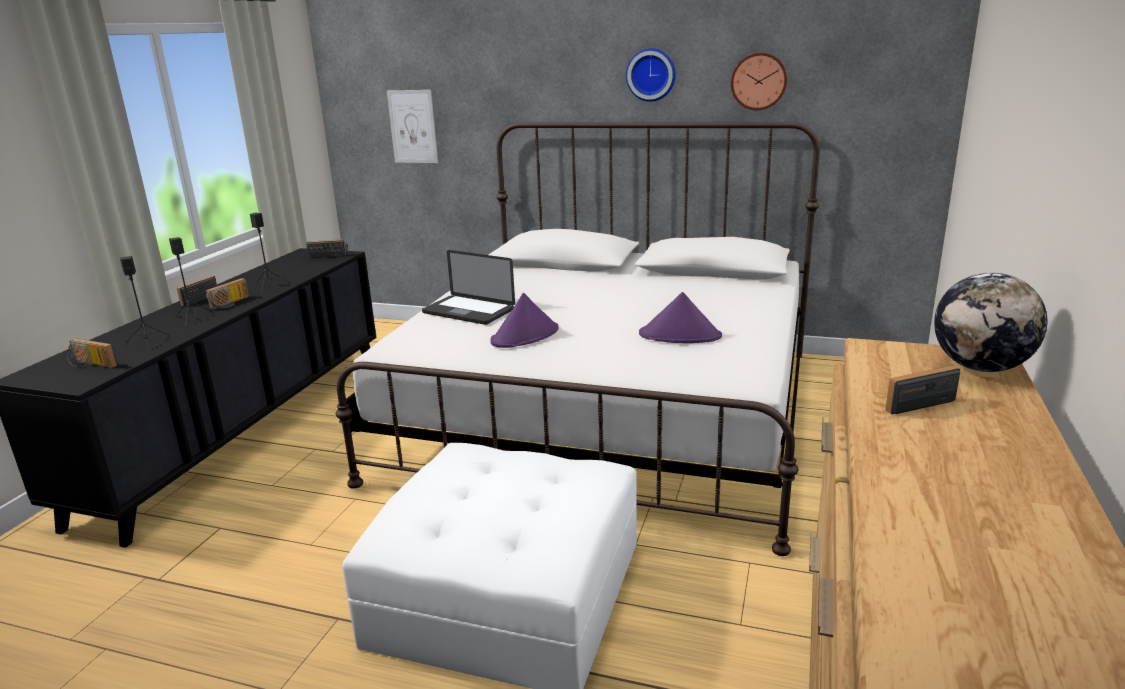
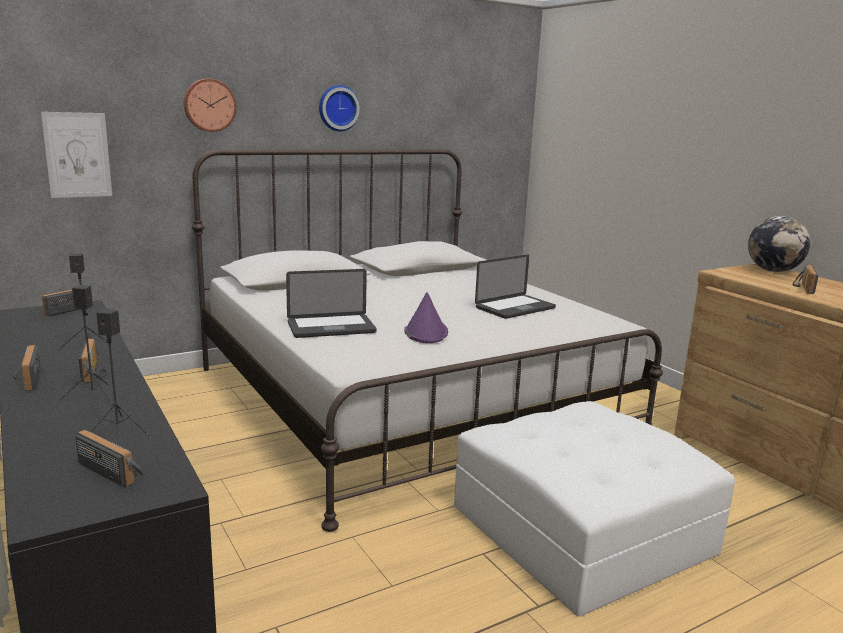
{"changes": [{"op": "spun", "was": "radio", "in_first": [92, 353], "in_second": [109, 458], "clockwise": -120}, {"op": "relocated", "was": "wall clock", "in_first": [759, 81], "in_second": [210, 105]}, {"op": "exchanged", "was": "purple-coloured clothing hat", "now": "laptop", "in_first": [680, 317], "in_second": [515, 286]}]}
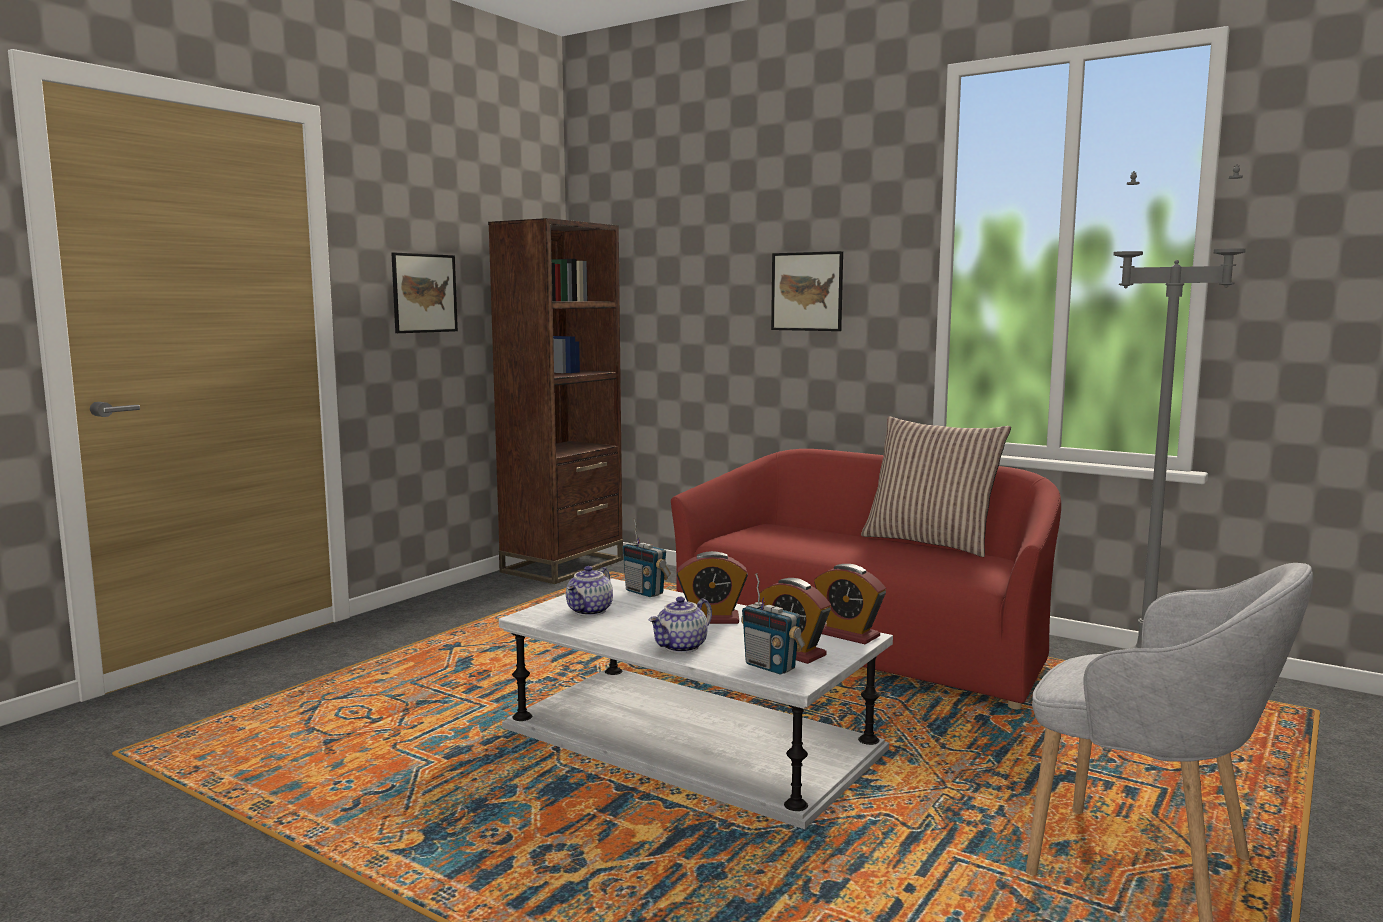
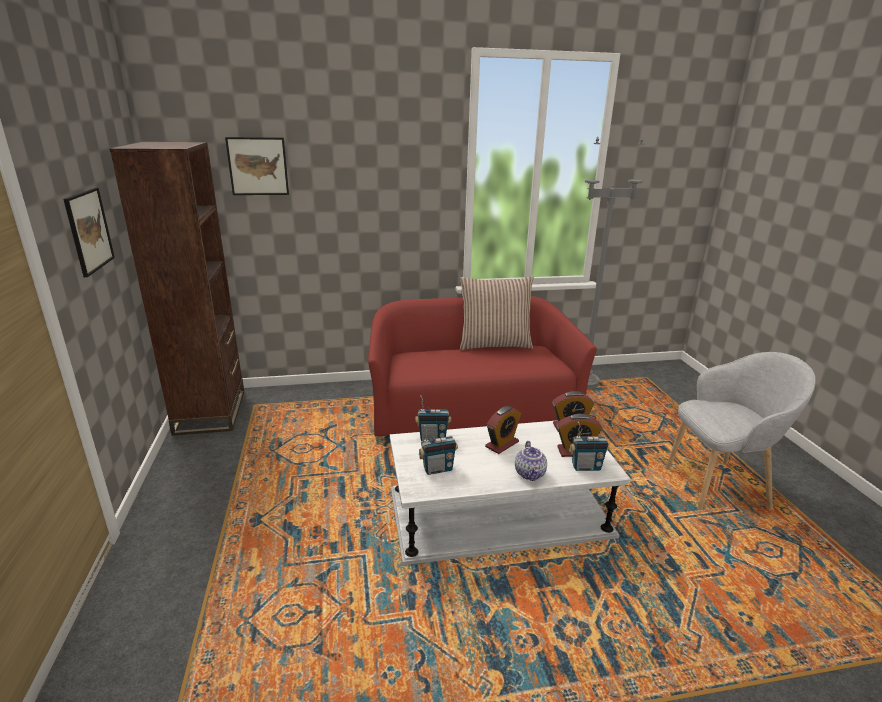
{"changes": [{"op": "relocated", "was": "wall picture", "in_first": [807, 291], "in_second": [257, 166]}, {"op": "exchanged", "was": "pot for tea", "now": "radio", "in_first": [589, 591], "in_second": [438, 450]}]}
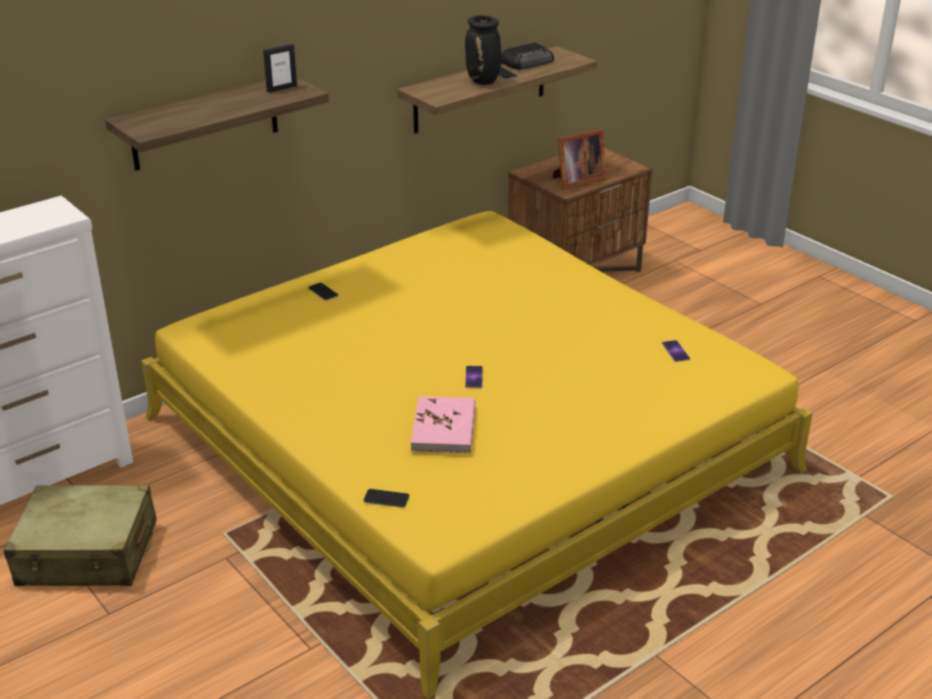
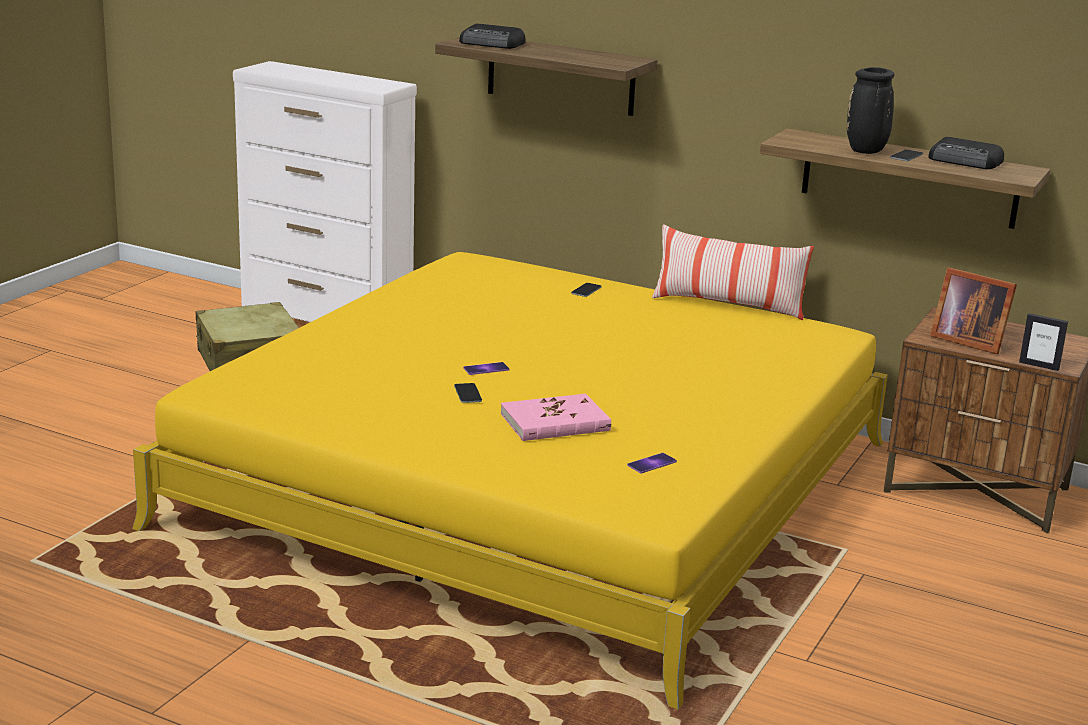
{"changes": [{"op": "relocated", "was": "telephone", "in_first": [386, 498], "in_second": [468, 393]}, {"op": "appeared", "now": "radio", "in_second": [492, 36]}, {"op": "relocated", "was": "pink book", "in_first": [443, 425], "in_second": [556, 417]}, {"op": "appeared", "now": "throw pillow", "in_second": [733, 272]}, {"op": "relocated", "was": "picture frame", "in_first": [280, 68], "in_second": [1043, 342]}]}
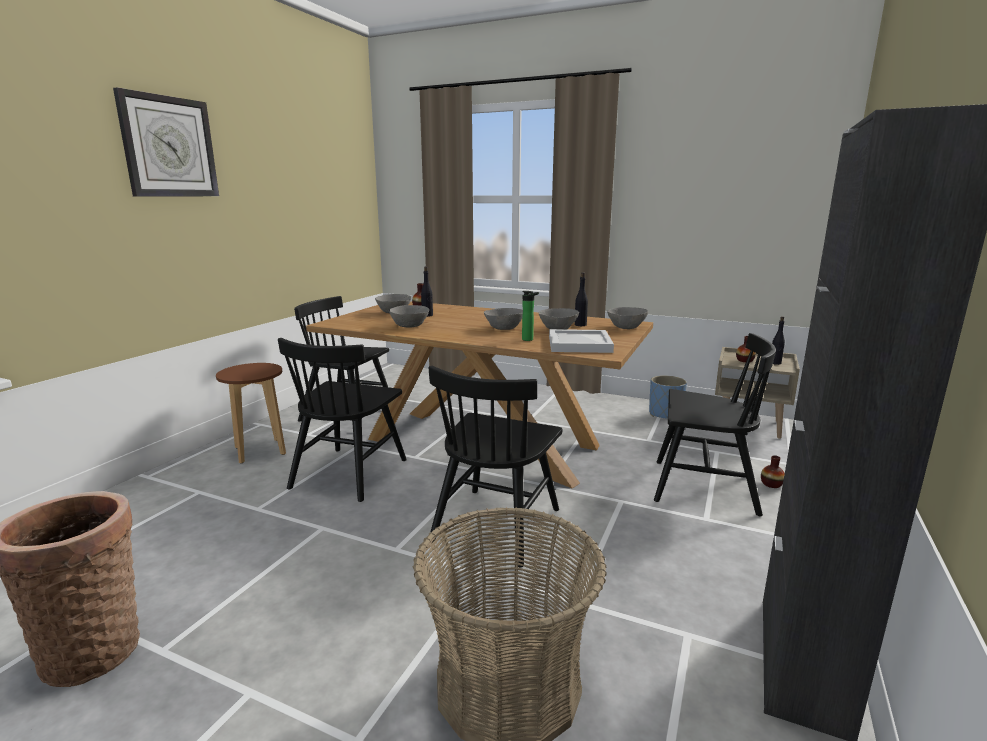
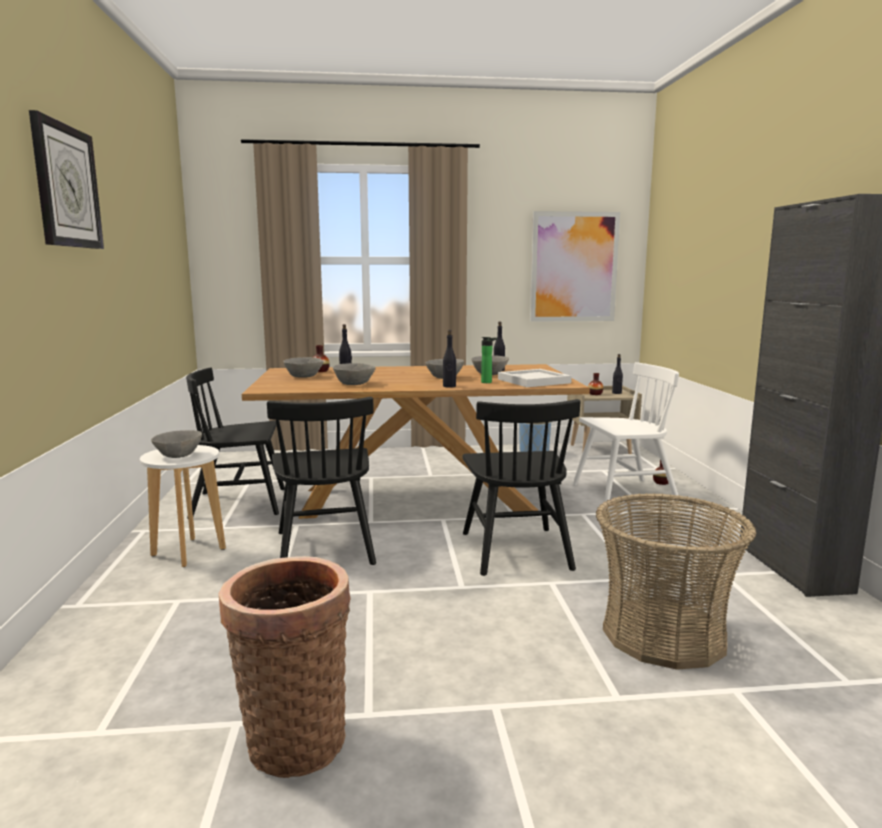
{"changes": [{"op": "colour", "was": "brown-coloured stool", "now": "white stool", "in_first": [251, 413], "in_second": [183, 506]}, {"op": "relocated", "was": "gray serving bowl", "in_first": [627, 318], "in_second": [176, 444]}, {"op": "appeared", "now": "black beverage bottle", "in_second": [449, 359]}, {"op": "appeared", "now": "wall picture", "in_second": [575, 266]}, {"op": "colour", "was": "black upright chair", "now": "white upright chair", "in_first": [715, 424], "in_second": [626, 435]}]}
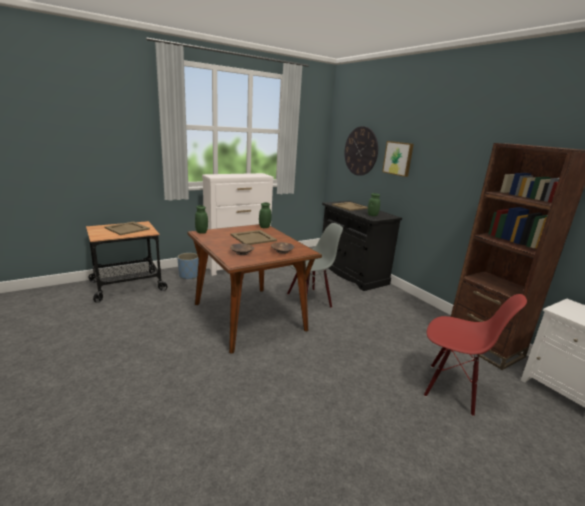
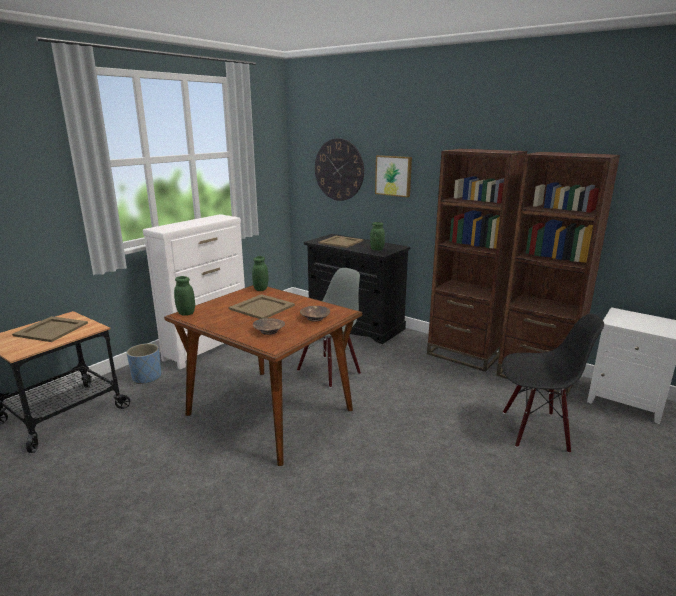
{"changes": [{"op": "appeared", "now": "brown-coloured bookcase", "in_second": [477, 260]}, {"op": "colour", "was": "reddish upright chair", "now": "black upright chair", "in_first": [475, 355], "in_second": [553, 383]}]}
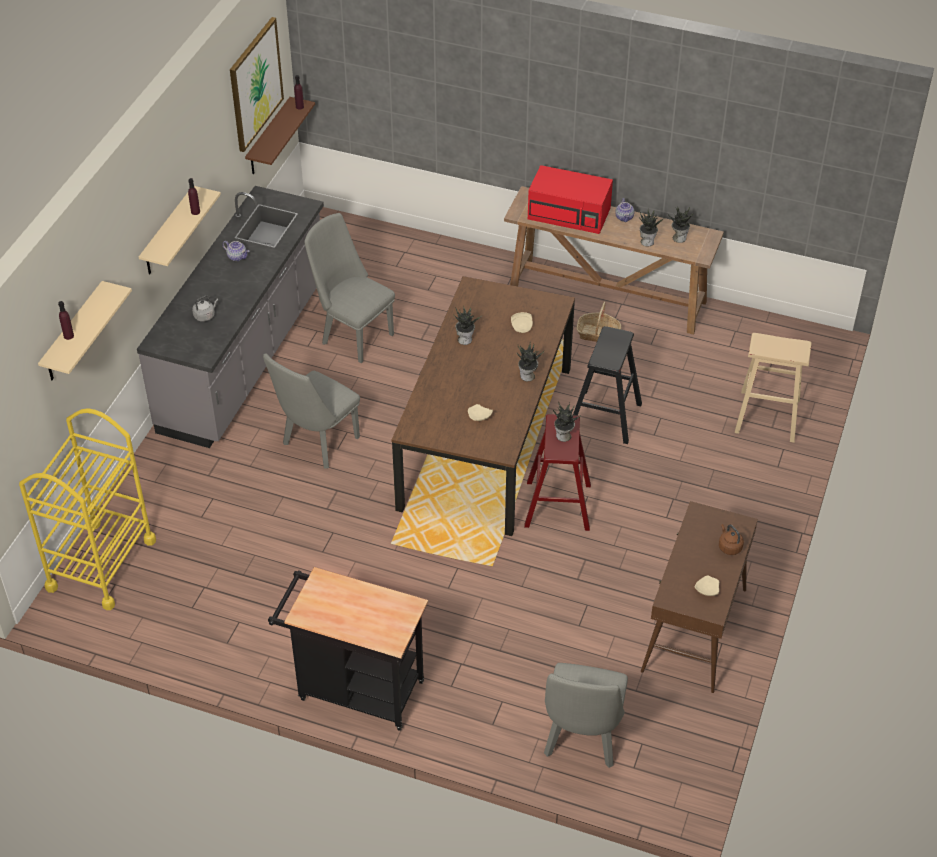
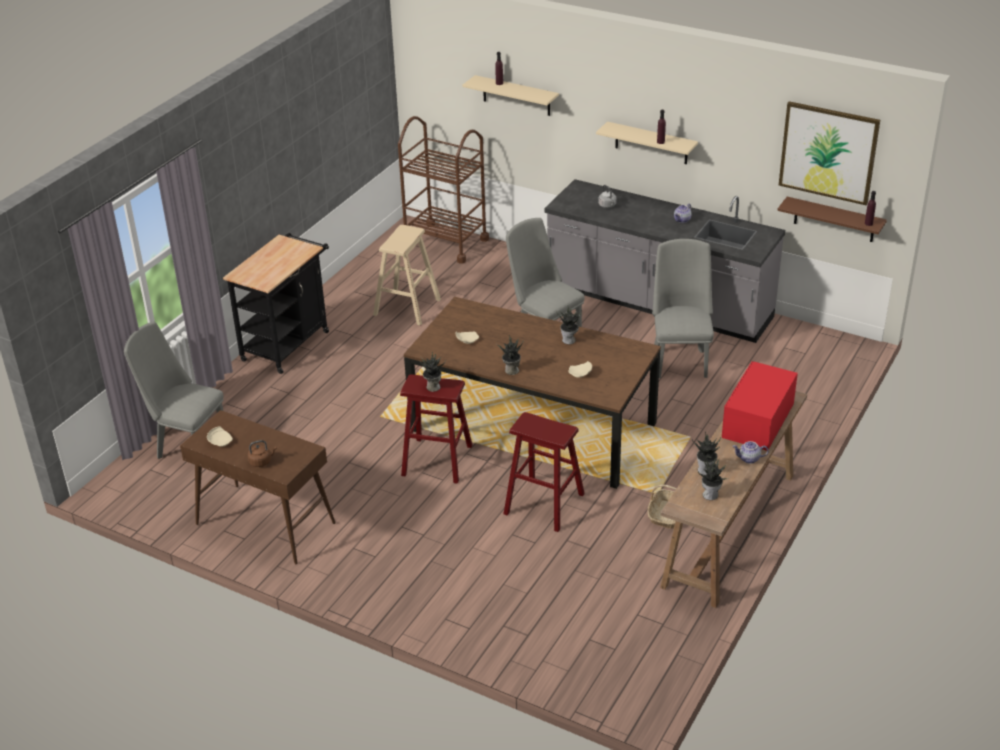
{"changes": [{"op": "relocated", "was": "beige-coloured stool", "in_first": [773, 388], "in_second": [407, 275]}, {"op": "colour", "was": "yellowish wheeled cart", "now": "brown-coloured wheeled cart", "in_first": [87, 509], "in_second": [443, 190]}, {"op": "colour", "was": "black stool", "now": "reddish stool", "in_first": [607, 385], "in_second": [544, 472]}, {"op": "spun", "was": "gray upright chair", "in_first": [349, 288], "in_second": [683, 308], "clockwise": -45}]}
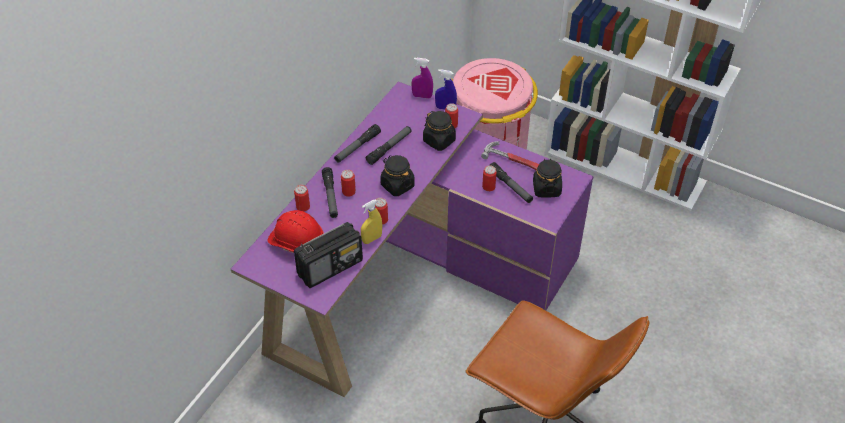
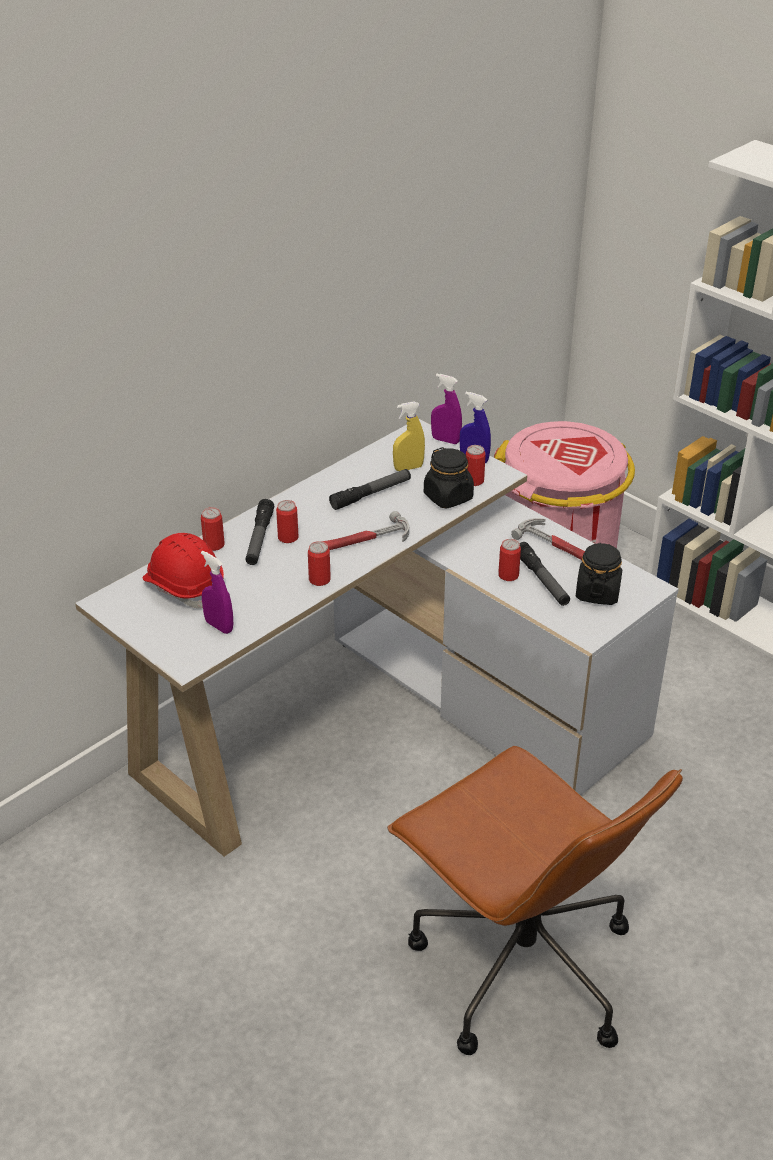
{"changes": [{"op": "colour", "was": "purple-coloured desk table", "now": "white desk table", "in_first": [412, 239], "in_second": [377, 637]}, {"op": "exchanged", "was": "radio", "now": "purple-coloured hand sprayer", "in_first": [328, 255], "in_second": [217, 592]}, {"op": "exchanged", "was": "black jar", "now": "hand hammer", "in_first": [397, 175], "in_second": [365, 530]}, {"op": "relocated", "was": "yellowish hand sprayer", "in_first": [371, 222], "in_second": [409, 436]}, {"op": "missing", "was": "hand torch", "in_first": [357, 143]}]}
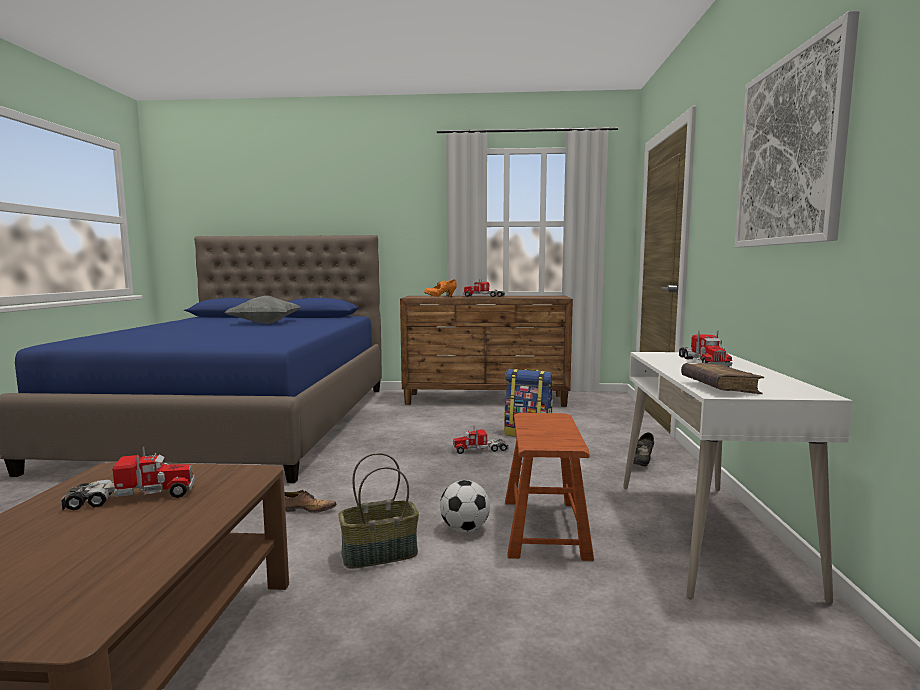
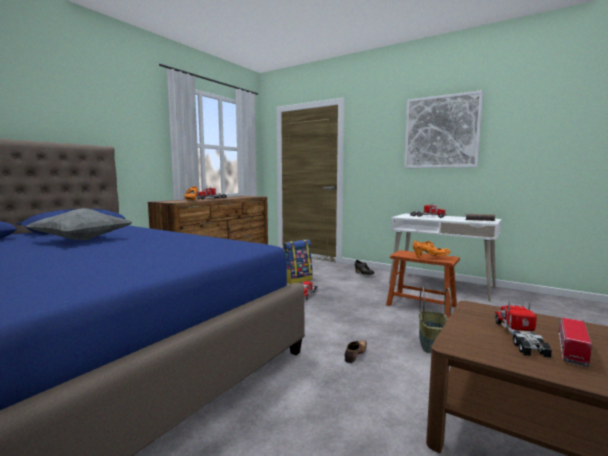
{"changes": [{"op": "appeared", "now": "orange-coloured item of footwear", "in_second": [432, 248]}, {"op": "appeared", "now": "model truck", "in_second": [575, 342]}, {"op": "missing", "was": "football ball", "in_first": [465, 506]}]}
